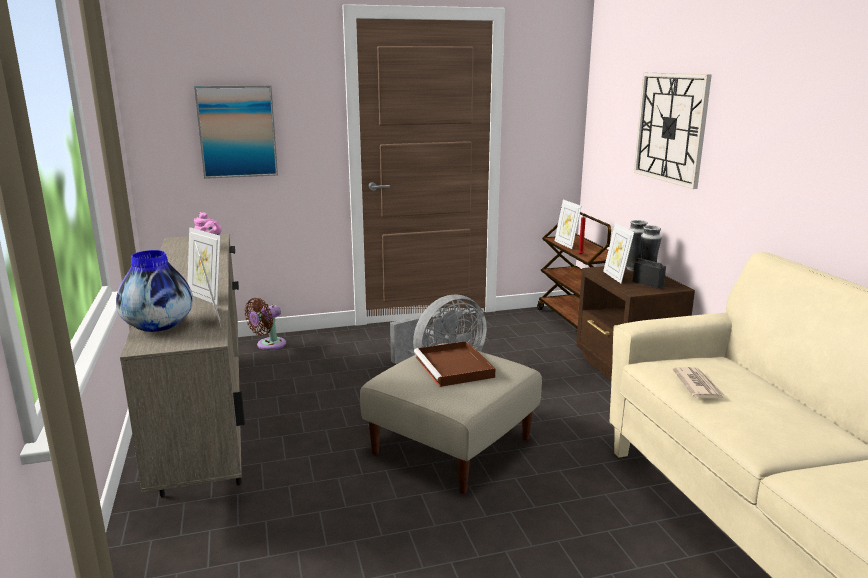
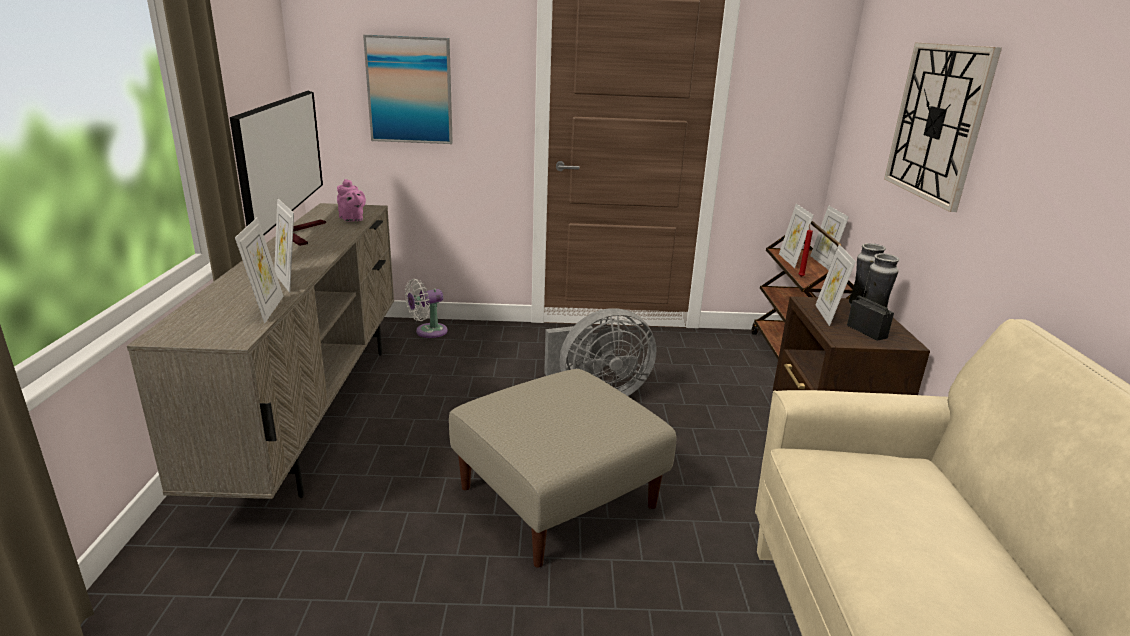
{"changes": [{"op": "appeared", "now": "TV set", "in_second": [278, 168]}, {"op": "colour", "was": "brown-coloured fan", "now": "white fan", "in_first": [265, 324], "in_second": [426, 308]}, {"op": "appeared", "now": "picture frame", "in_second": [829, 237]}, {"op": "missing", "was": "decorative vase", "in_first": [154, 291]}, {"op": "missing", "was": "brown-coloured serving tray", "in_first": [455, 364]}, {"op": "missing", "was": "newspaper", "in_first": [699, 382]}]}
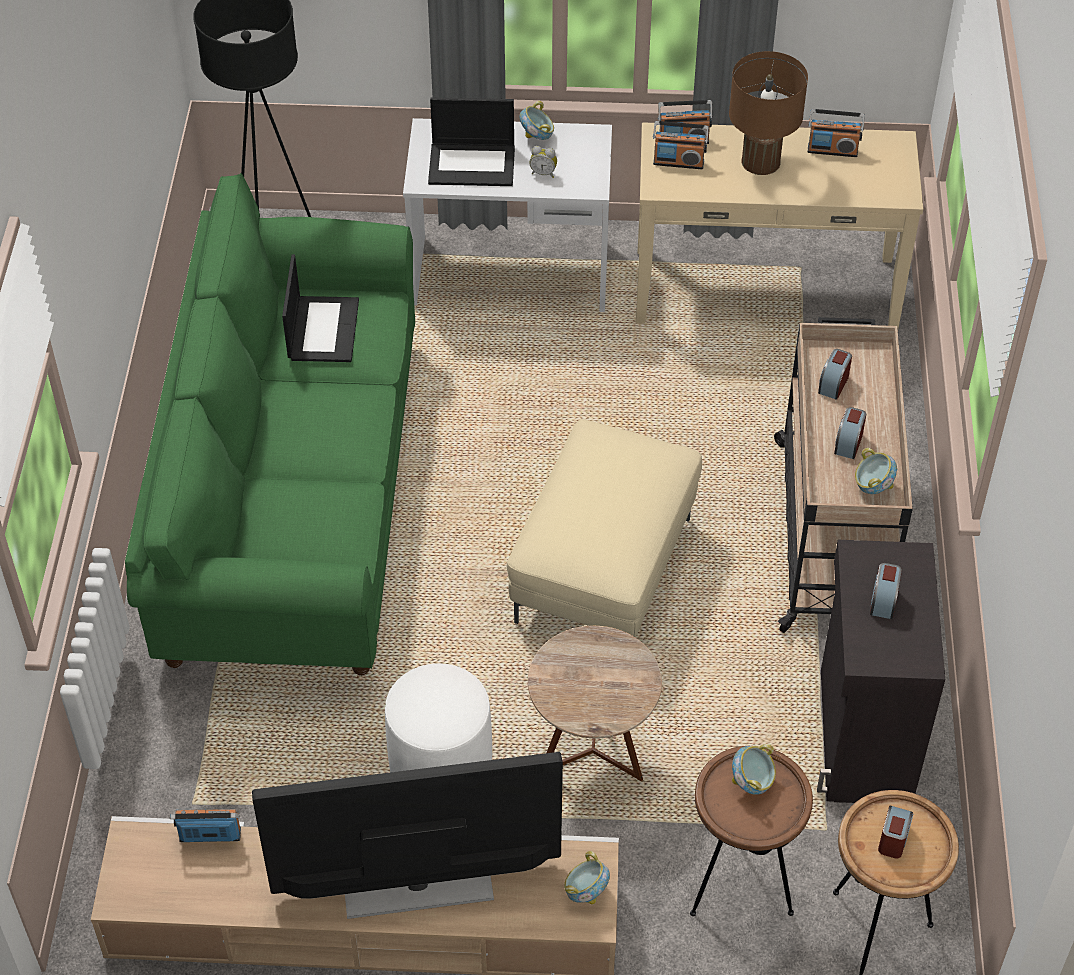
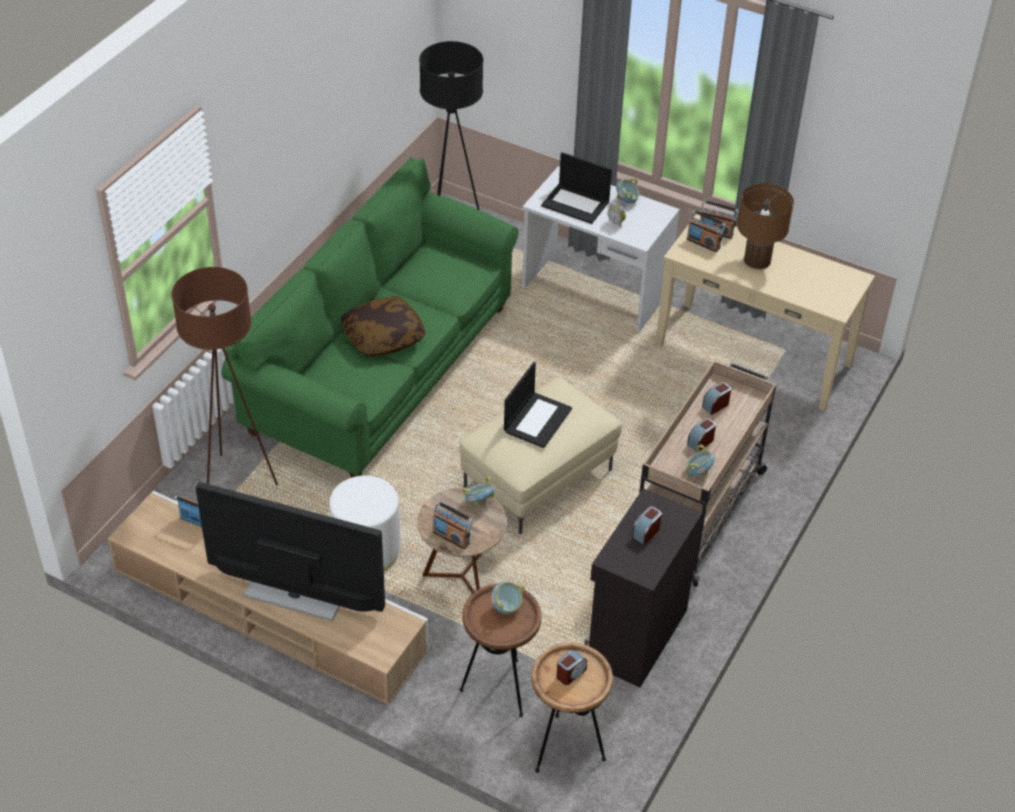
{"changes": [{"op": "appeared", "now": "brown-coloured floor lamp", "in_second": [224, 376]}, {"op": "appeared", "now": "throw pillow", "in_second": [383, 327]}, {"op": "relocated", "was": "radio", "in_first": [836, 133], "in_second": [452, 525]}, {"op": "relocated", "was": "serving bowl", "in_first": [587, 878], "in_second": [478, 491]}, {"op": "relocated", "was": "laptop", "in_first": [320, 308], "in_second": [538, 405]}]}
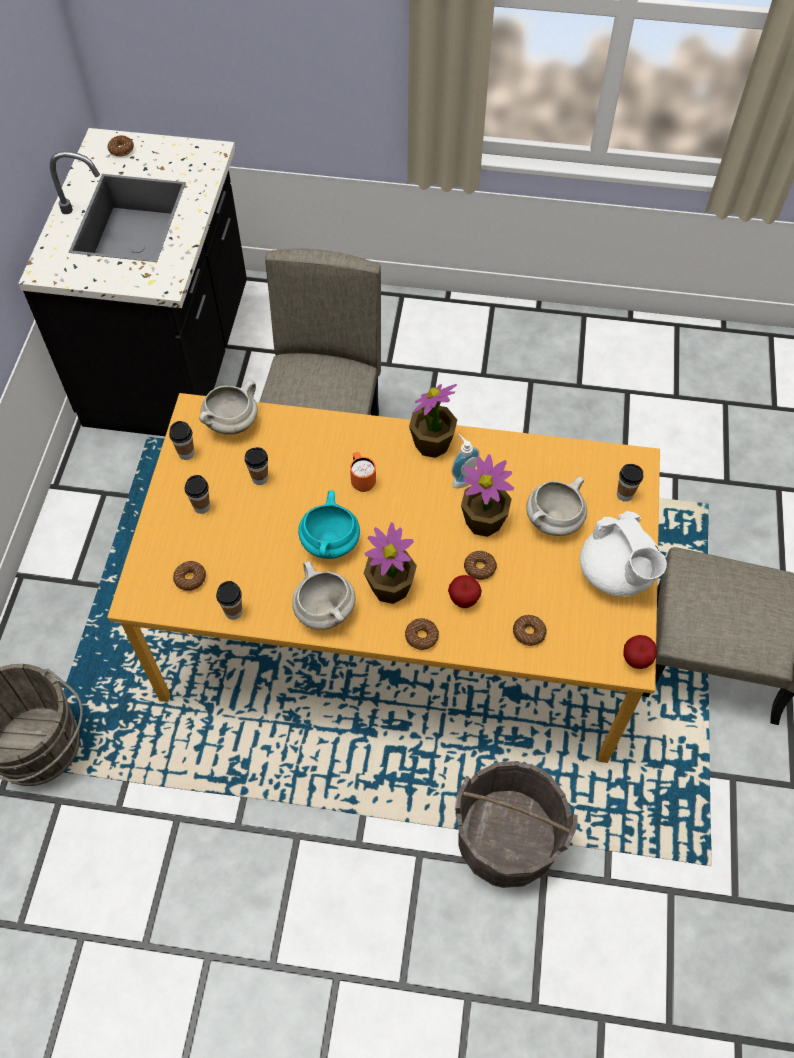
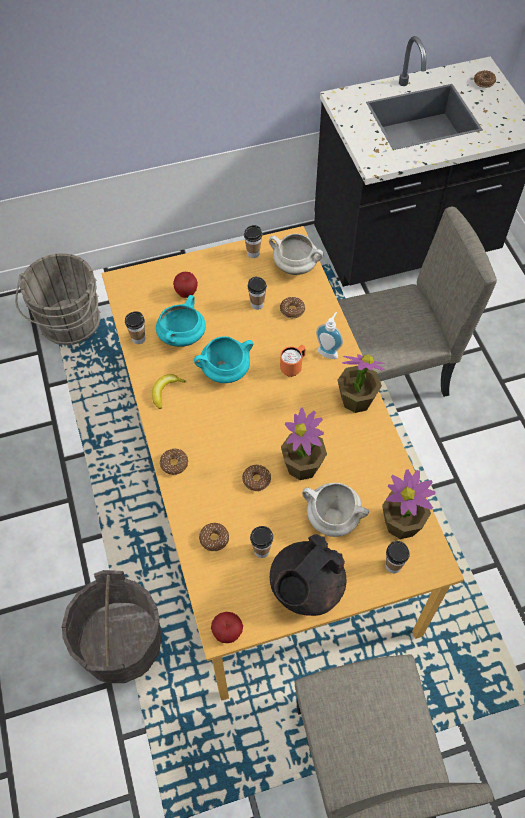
{"changes": [{"op": "exchanged", "was": "white stockpot", "now": "banana fruit", "in_first": [324, 595], "in_second": [169, 391]}, {"op": "appeared", "now": "turquoise-coloured stockpot", "in_second": [181, 321]}, {"op": "relocated", "was": "whole apple", "in_first": [465, 591], "in_second": [185, 285]}, {"op": "relocated", "was": "small cup", "in_first": [197, 494], "in_second": [261, 542]}, {"op": "colour", "was": "white pot for tea", "now": "black pot for tea", "in_first": [623, 554], "in_second": [308, 575]}, {"op": "relocated", "was": "donut", "in_first": [189, 576], "in_second": [292, 307]}, {"op": "relocated", "was": "liquid soap bottle", "in_first": [465, 461], "in_second": [329, 335]}, {"op": "relocated", "was": "plant in a pot", "in_first": [390, 563], "in_second": [408, 504]}]}
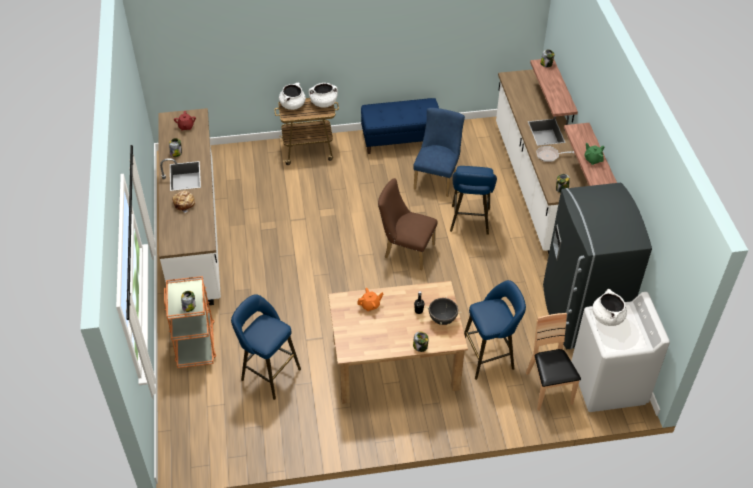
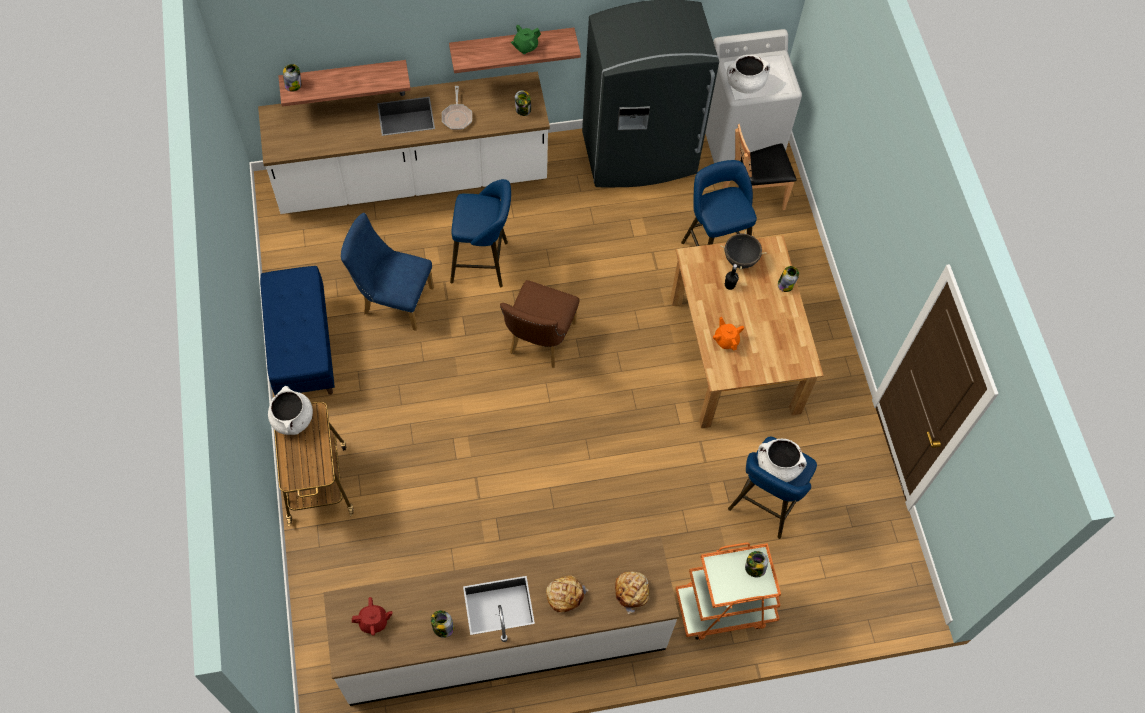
{"changes": [{"op": "appeared", "now": "baked bread", "in_second": [632, 592]}, {"op": "relocated", "was": "white stockpot", "in_first": [292, 96], "in_second": [782, 460]}]}
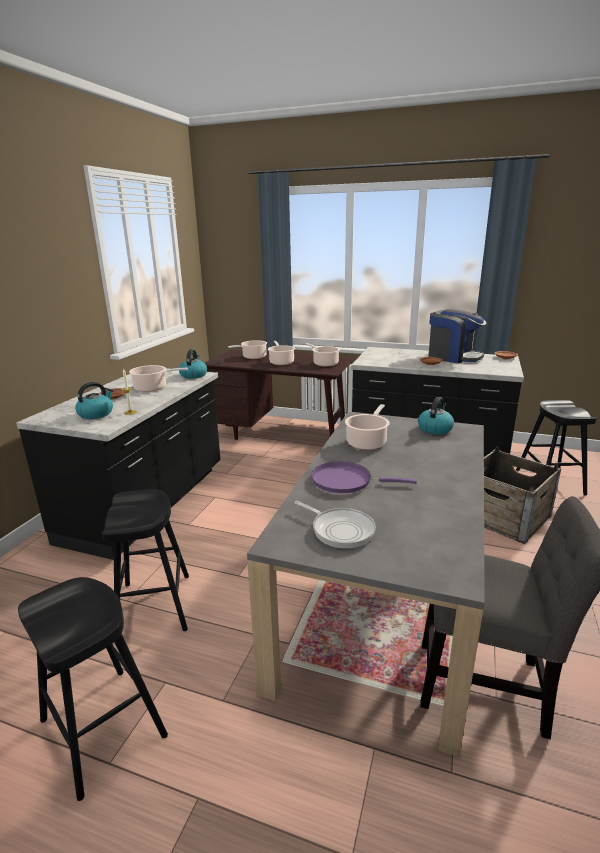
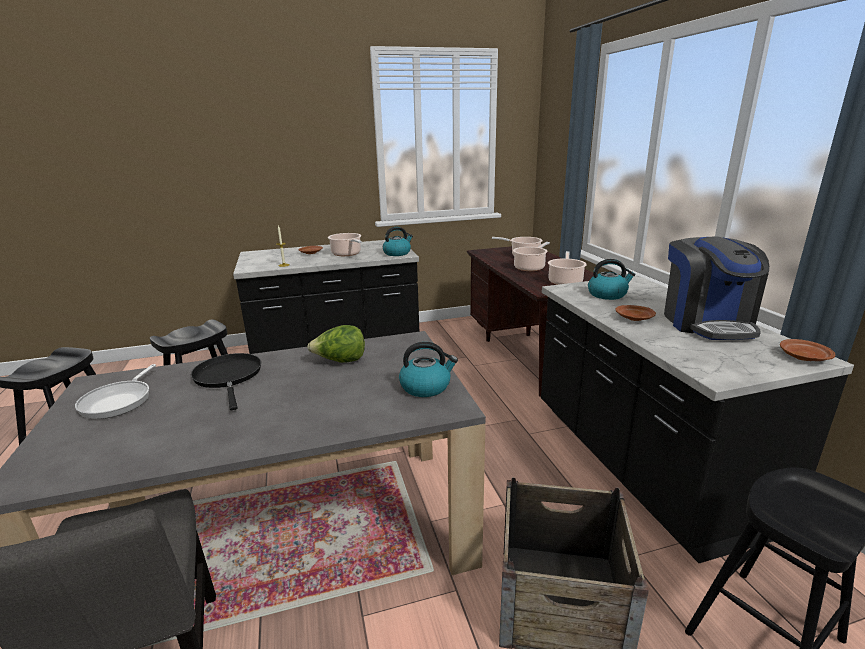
{"changes": [{"op": "colour", "was": "purple-coloured skillet", "now": "black skillet", "in_first": [364, 477], "in_second": [226, 381]}, {"op": "exchanged", "was": "stockpot", "now": "head of lettuce", "in_first": [367, 427], "in_second": [336, 344]}, {"op": "relocated", "was": "water kettle", "in_first": [94, 400], "in_second": [612, 279]}]}
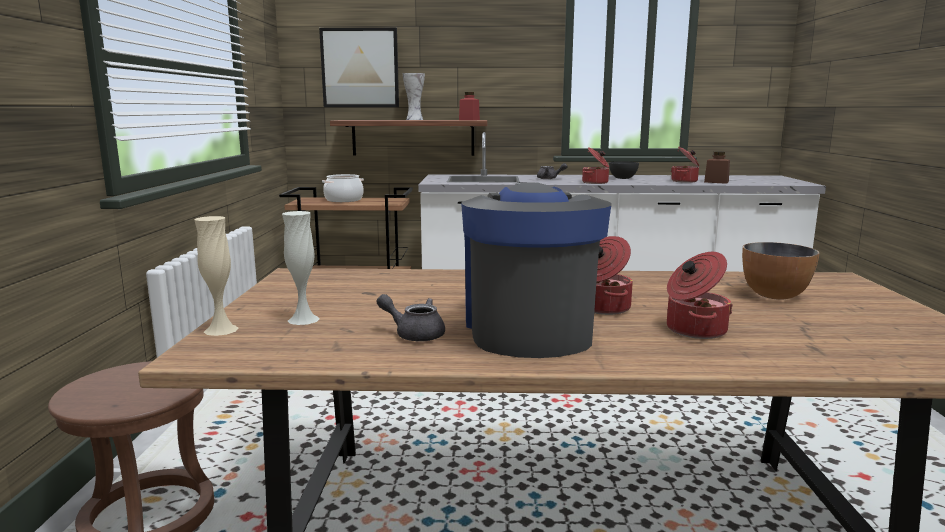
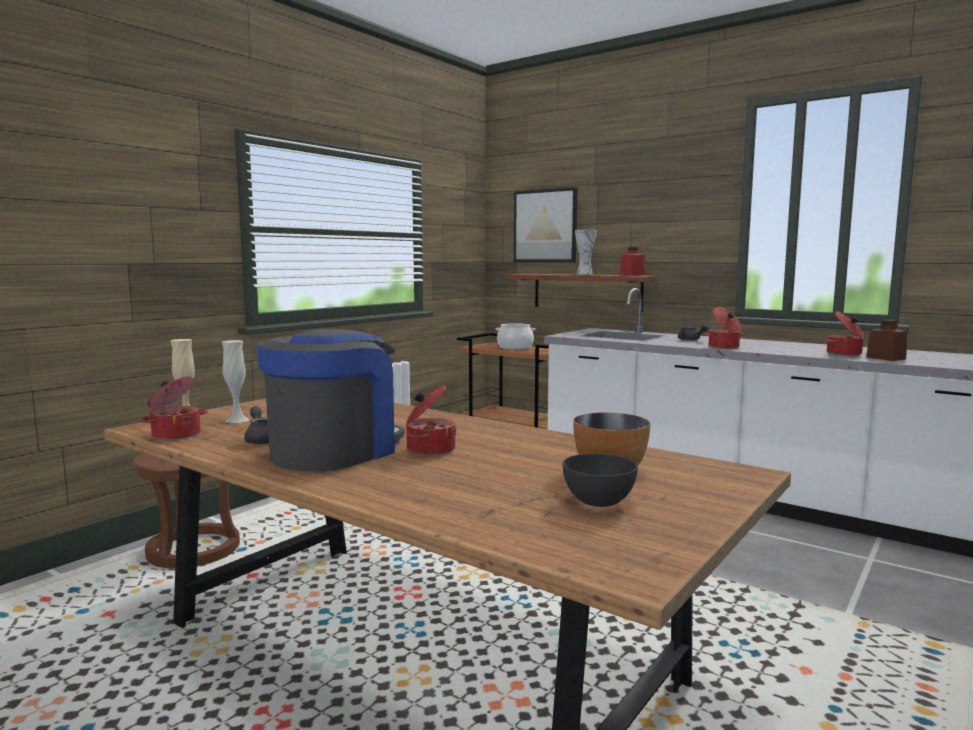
{"changes": [{"op": "relocated", "was": "stockpot", "in_first": [700, 295], "in_second": [174, 408]}, {"op": "relocated", "was": "gray serving bowl", "in_first": [624, 170], "in_second": [600, 480]}]}
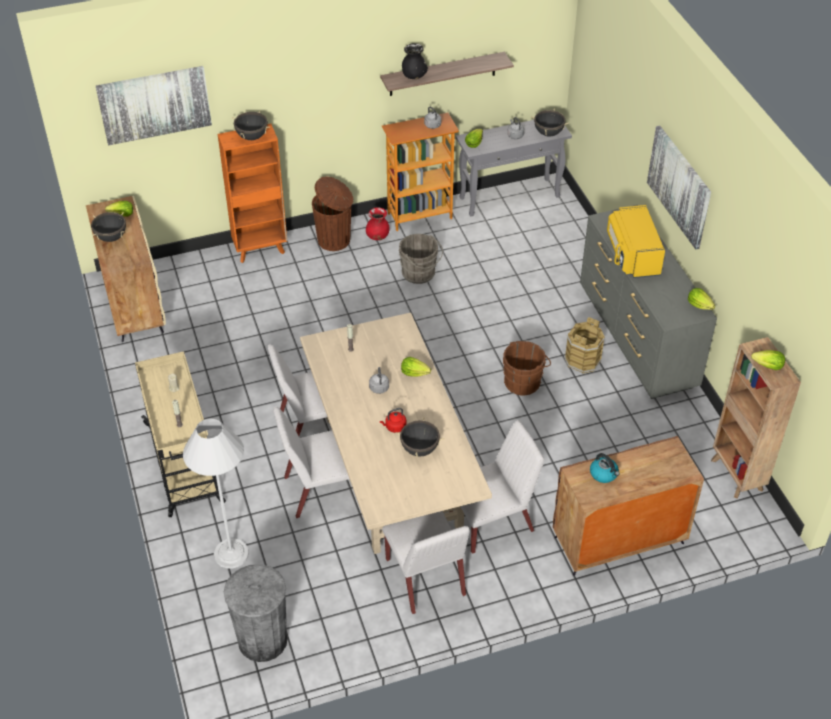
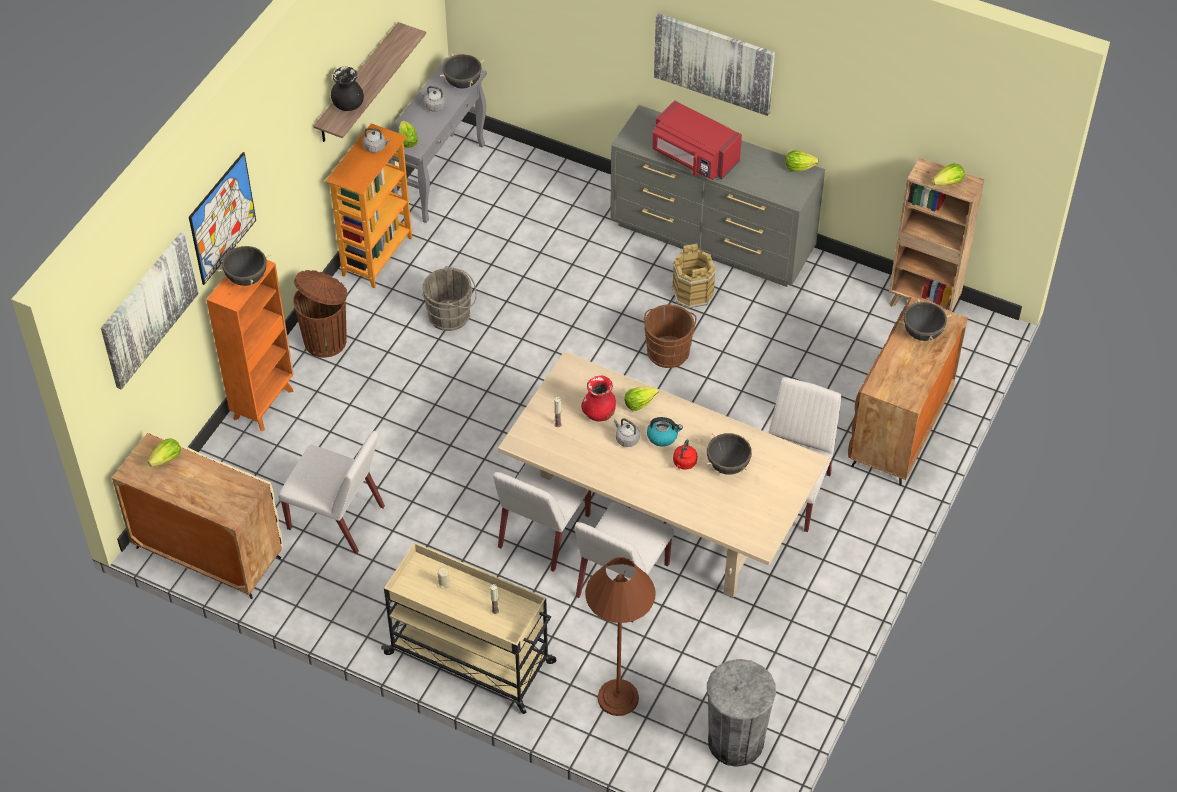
{"changes": [{"op": "appeared", "now": "wall picture", "in_second": [222, 218]}, {"op": "relocated", "was": "white upright chair", "in_first": [425, 562], "in_second": [331, 492]}, {"op": "relocated", "was": "reddish decorative vase", "in_first": [377, 224], "in_second": [598, 398]}, {"op": "colour", "was": "white floor lamp", "now": "brown-coloured floor lamp", "in_first": [216, 493], "in_second": [620, 636]}, {"op": "relocated", "was": "water kettle", "in_first": [605, 468], "in_second": [665, 432]}, {"op": "colour", "was": "yellowish microwave", "now": "reddish microwave", "in_first": [636, 241], "in_second": [697, 140]}, {"op": "relocated", "was": "black stockpot", "in_first": [108, 227], "in_second": [925, 319]}]}
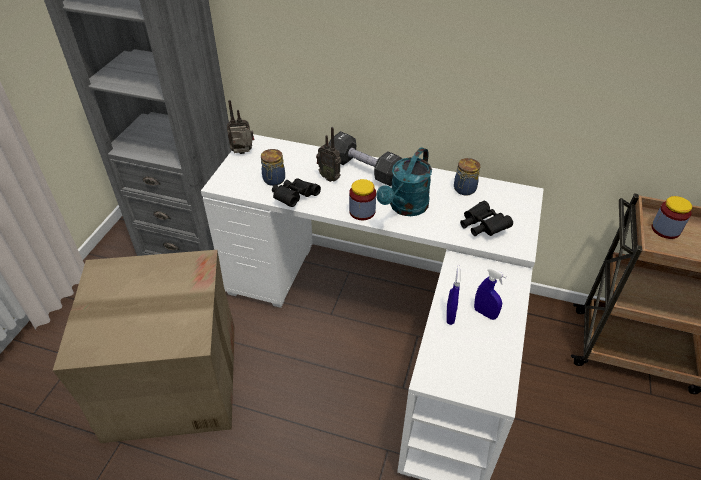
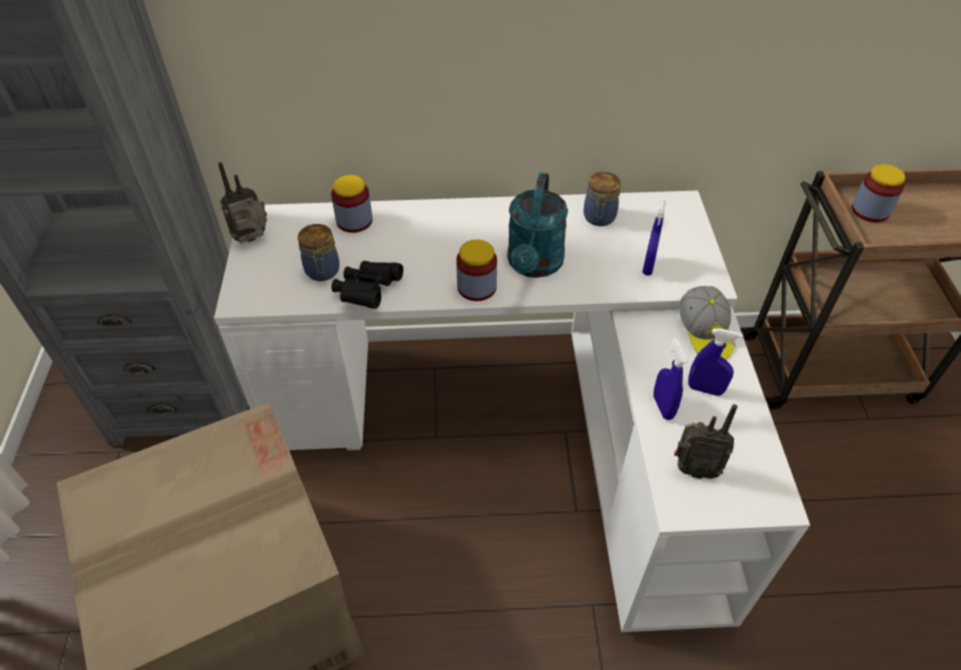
{"changes": [{"op": "appeared", "now": "jar", "in_second": [352, 204]}, {"op": "exchanged", "was": "black field glasses", "now": "blue hand sprayer", "in_first": [486, 218], "in_second": [654, 238]}, {"op": "relocated", "was": "radio", "in_first": [328, 154], "in_second": [705, 441]}, {"op": "appeared", "now": "cap", "in_second": [706, 323]}, {"op": "missing", "was": "black dumbbell", "in_first": [366, 158]}]}
